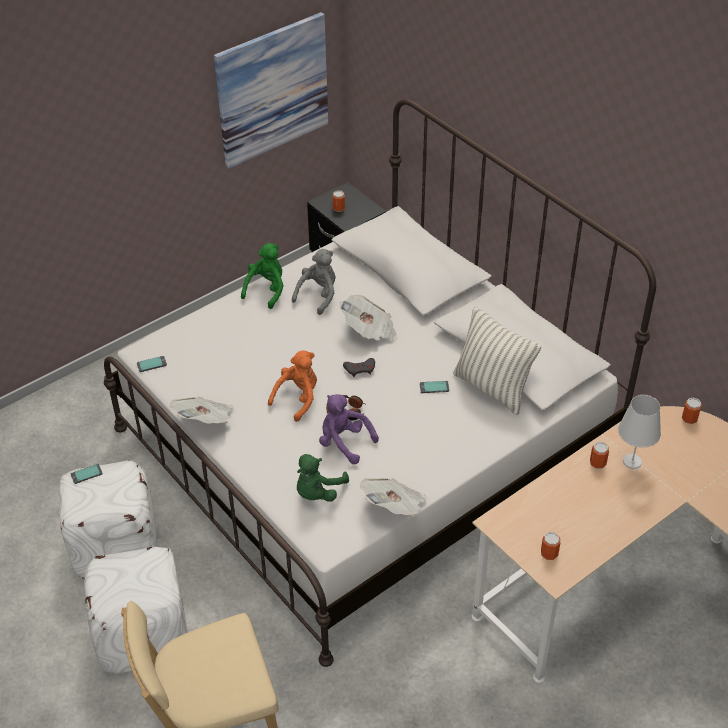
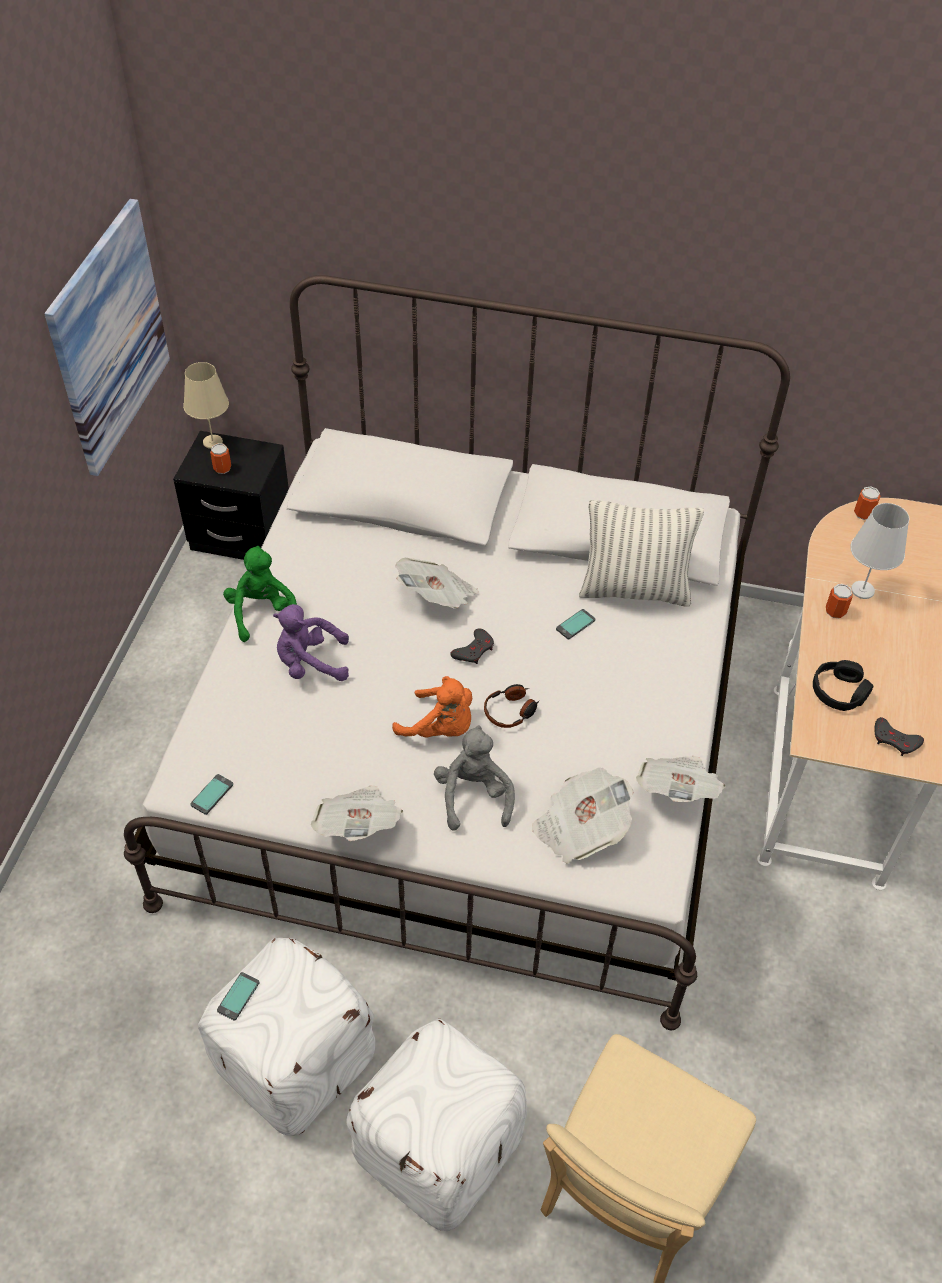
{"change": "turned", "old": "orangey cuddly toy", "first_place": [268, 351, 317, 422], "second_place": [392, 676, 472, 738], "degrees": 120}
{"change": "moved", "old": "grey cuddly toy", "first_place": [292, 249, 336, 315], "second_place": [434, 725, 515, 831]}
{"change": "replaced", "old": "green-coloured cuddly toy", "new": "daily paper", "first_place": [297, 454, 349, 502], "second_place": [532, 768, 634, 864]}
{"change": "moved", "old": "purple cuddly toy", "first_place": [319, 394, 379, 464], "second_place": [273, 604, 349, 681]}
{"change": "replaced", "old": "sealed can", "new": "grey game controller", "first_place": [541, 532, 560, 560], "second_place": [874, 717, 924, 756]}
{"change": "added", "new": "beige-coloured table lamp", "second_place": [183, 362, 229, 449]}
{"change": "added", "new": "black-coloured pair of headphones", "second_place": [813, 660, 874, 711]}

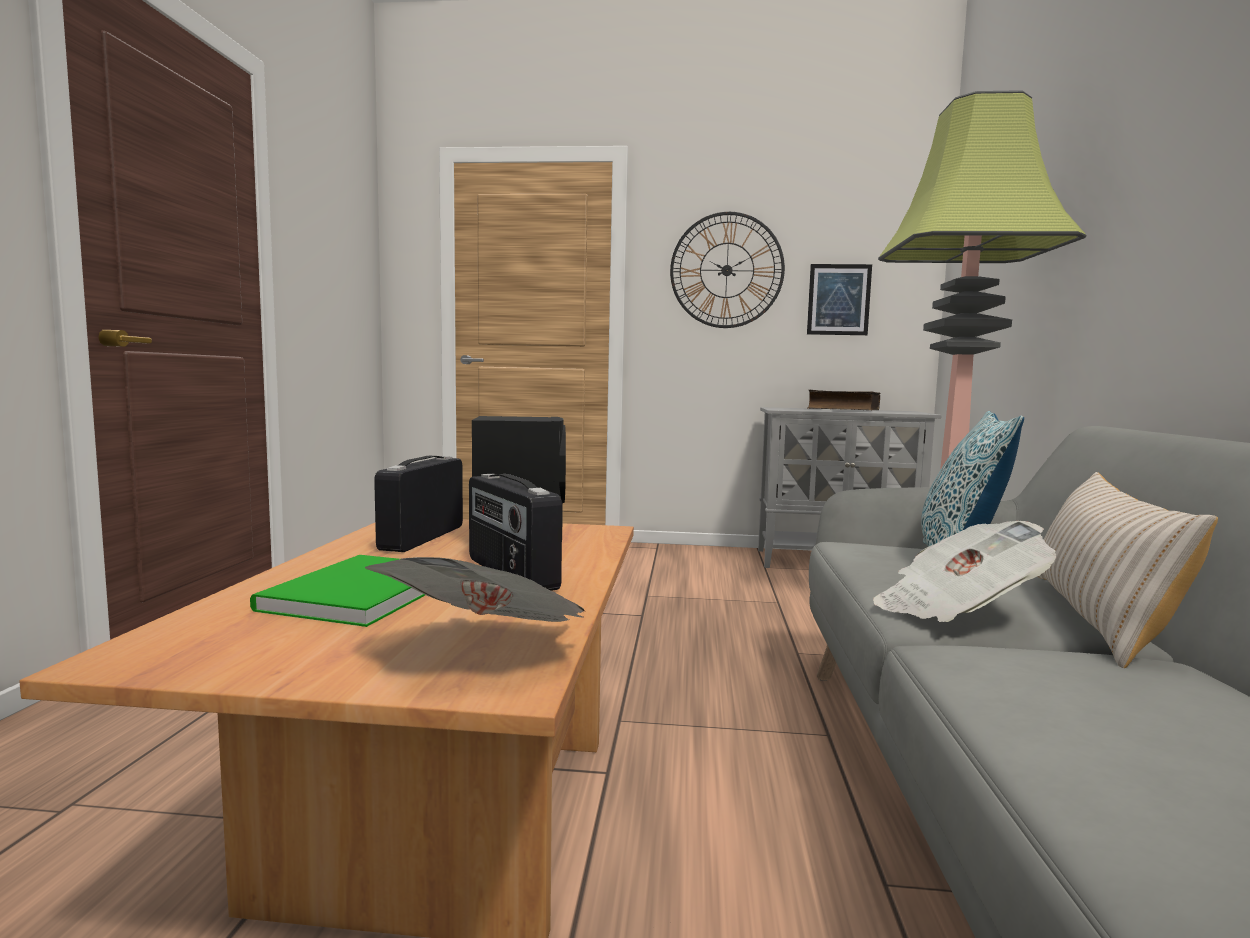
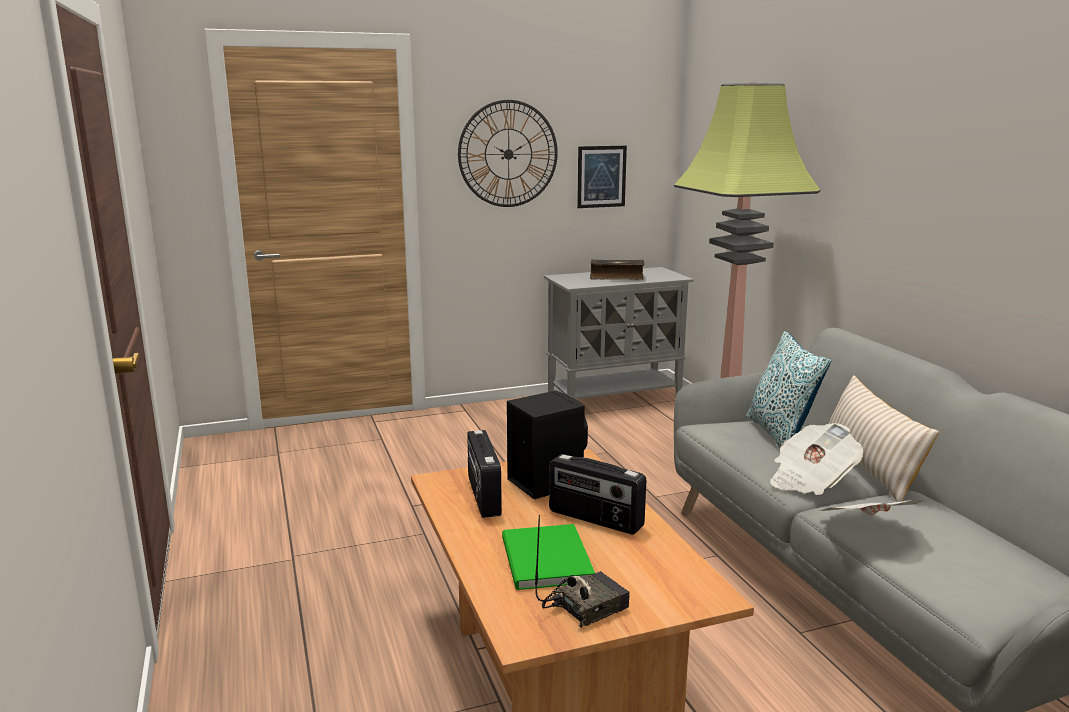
{"change": "moved", "old": "daily paper", "first_place": [365, 557, 585, 622], "second_place": [822, 500, 924, 516]}
{"change": "added", "new": "radio set", "second_place": [535, 515, 630, 628]}

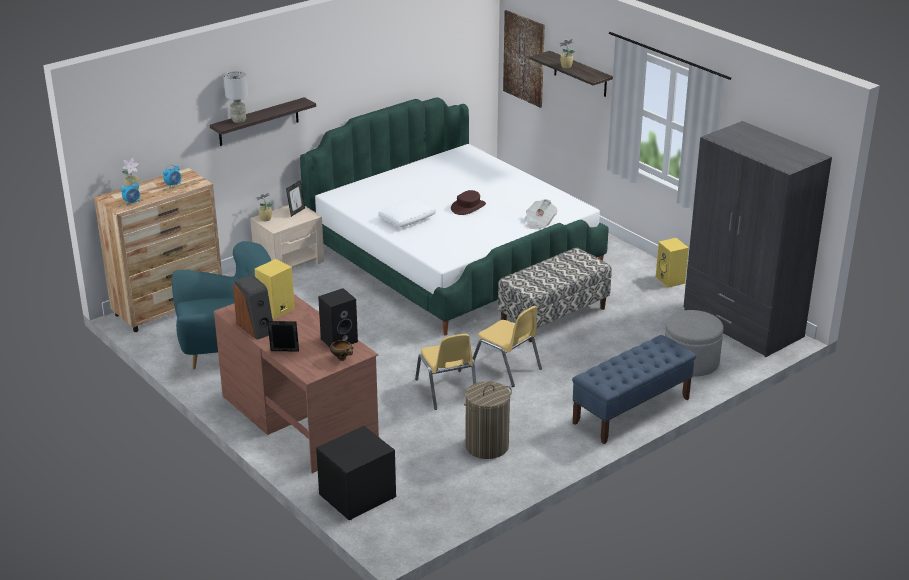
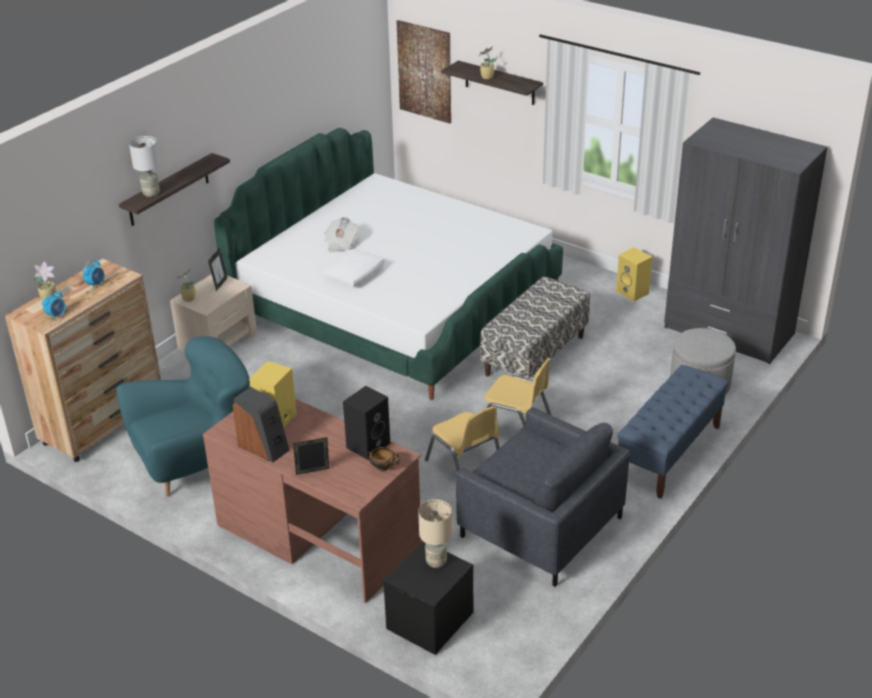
{"change": "removed", "old": "brownish hat", "first_place": [451, 190, 486, 215]}
{"change": "replaced", "old": "washing basket", "new": "grey lounge chair", "first_place": [464, 381, 512, 459], "second_place": [456, 407, 630, 587]}
{"change": "moved", "old": "daily paper", "first_place": [525, 199, 557, 229], "second_place": [325, 217, 359, 252]}
{"change": "added", "new": "beige-coloured table lamp", "second_place": [418, 499, 452, 568]}

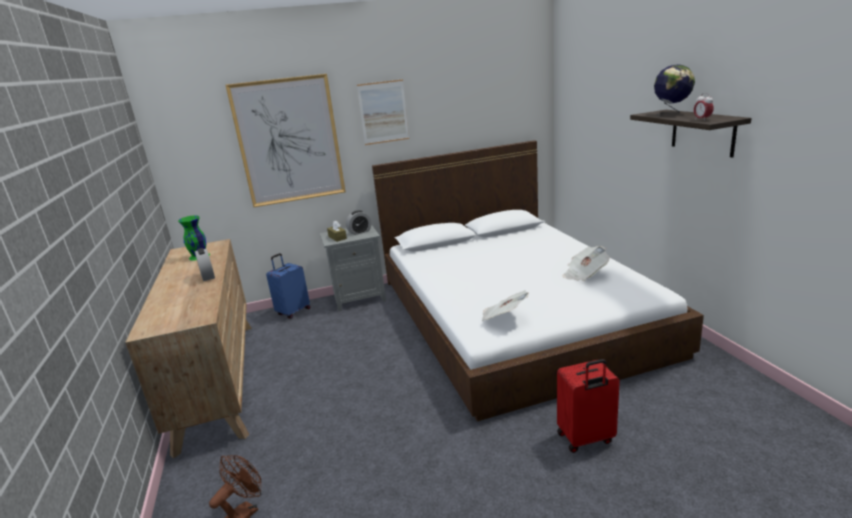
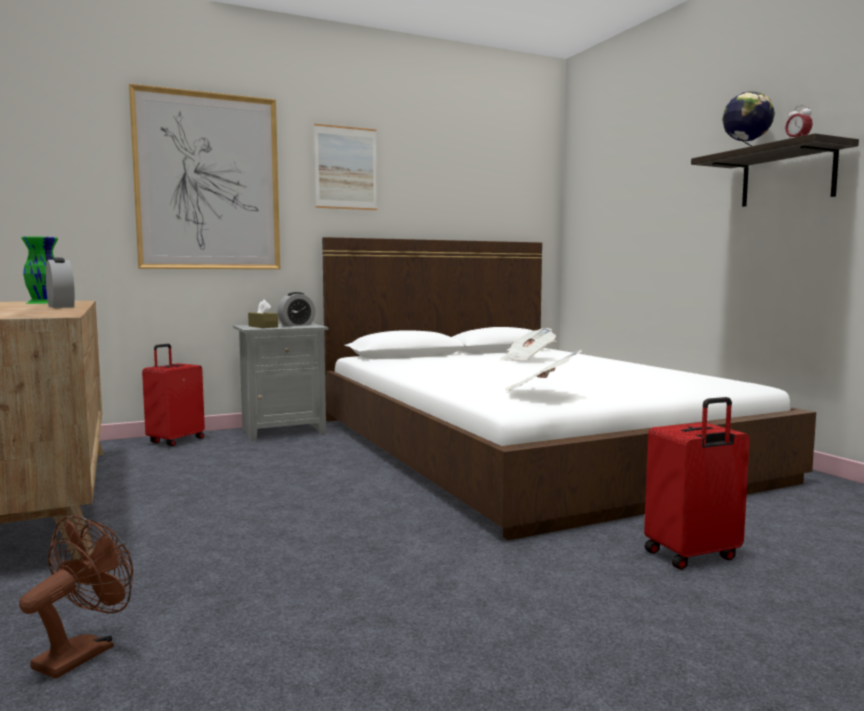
{"change": "recoloured", "old": "blue-coloured suitcase", "new": "red suitcase", "first_place": [266, 253, 310, 319], "second_place": [142, 344, 205, 446]}
{"change": "moved", "old": "daily paper", "first_place": [563, 246, 609, 281], "second_place": [501, 328, 556, 361]}

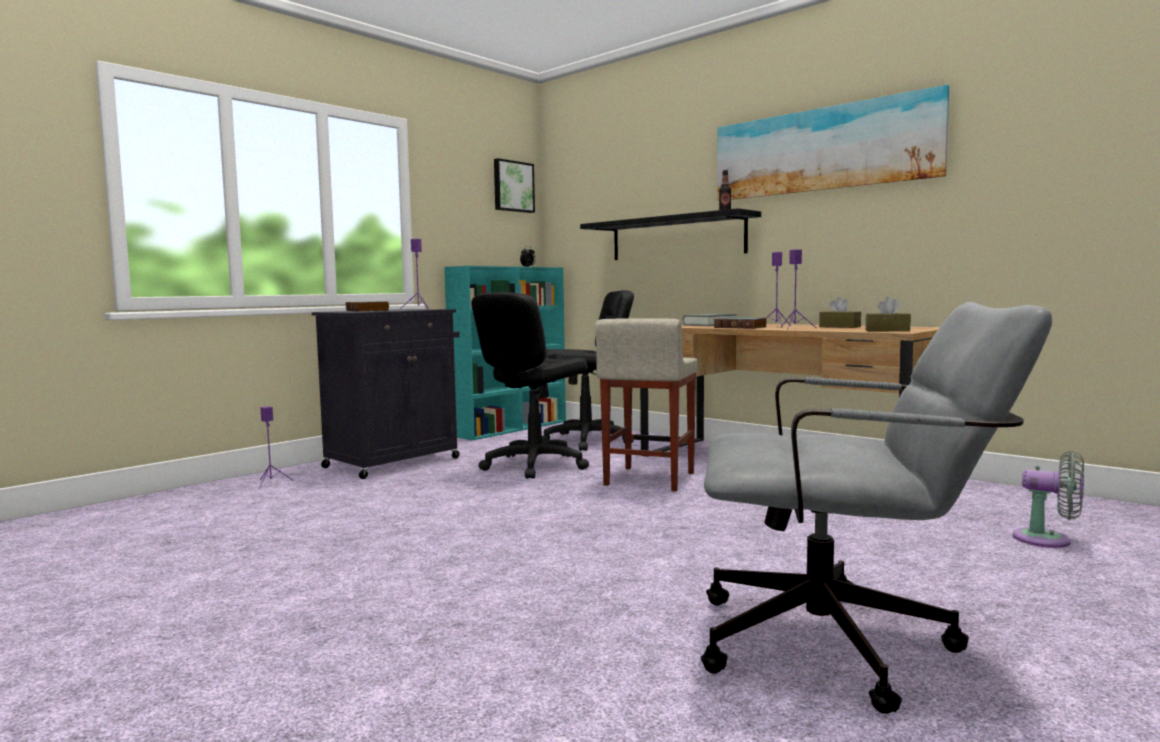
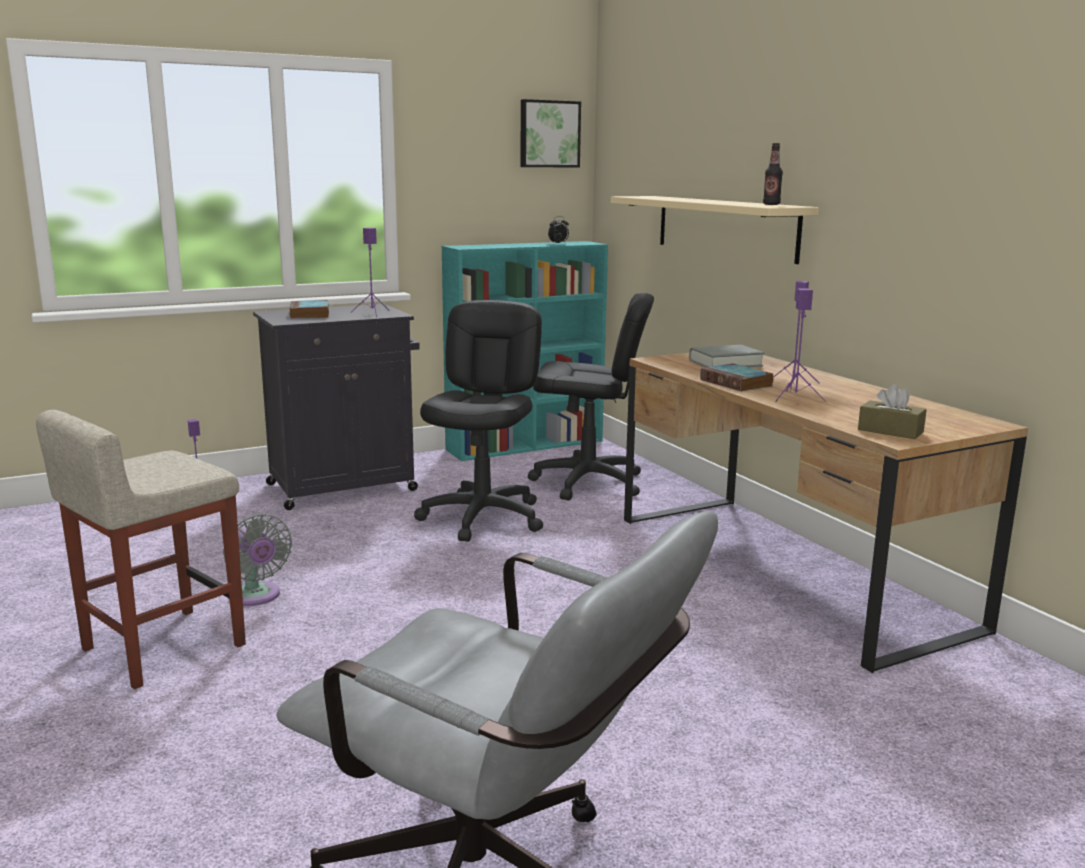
{"change": "turned", "old": "black-coloured computer chair", "first_place": [471, 292, 589, 479], "second_place": [414, 300, 543, 542], "degrees": 135}
{"change": "recoloured", "old": "black-coloured bracket shelf", "new": "beige-coloured bracket shelf", "first_place": [580, 208, 761, 260], "second_place": [611, 196, 819, 264]}
{"change": "moved", "old": "beige-coloured sitting stool", "first_place": [595, 318, 698, 492], "second_place": [36, 410, 246, 689]}
{"change": "removed", "old": "picture", "first_place": [717, 85, 949, 201]}
{"change": "removed", "old": "brownish tissue box", "first_place": [819, 297, 861, 328]}
{"change": "moved", "old": "grey fan", "first_place": [1013, 451, 1084, 548], "second_place": [223, 514, 292, 606]}

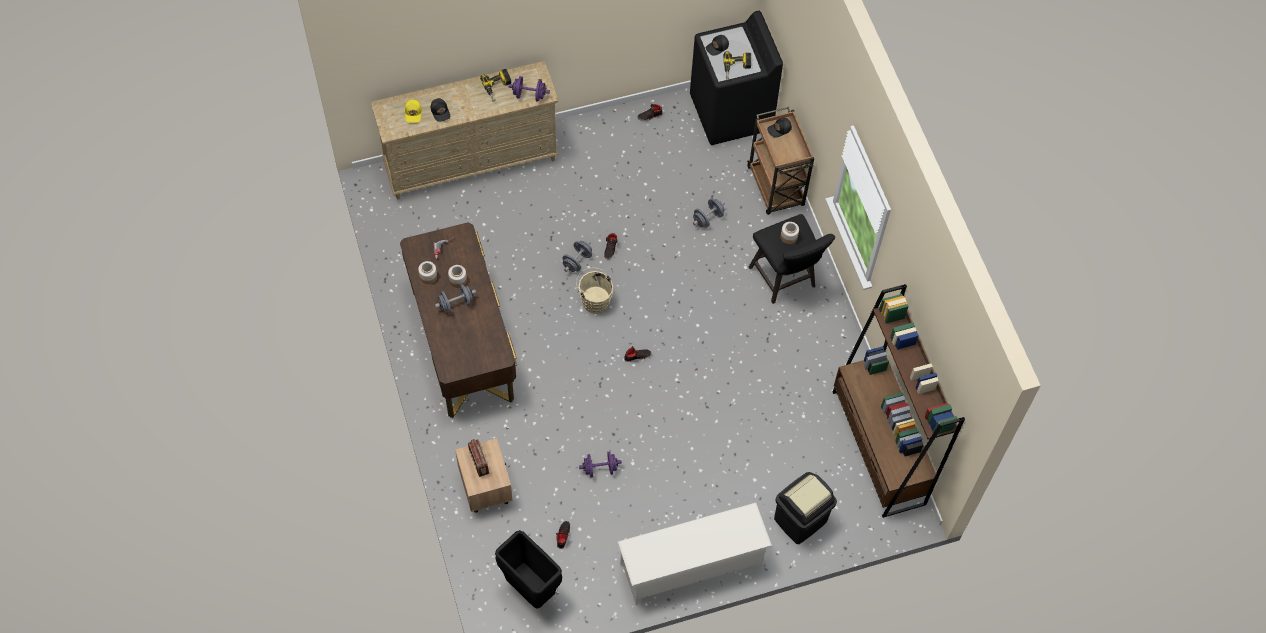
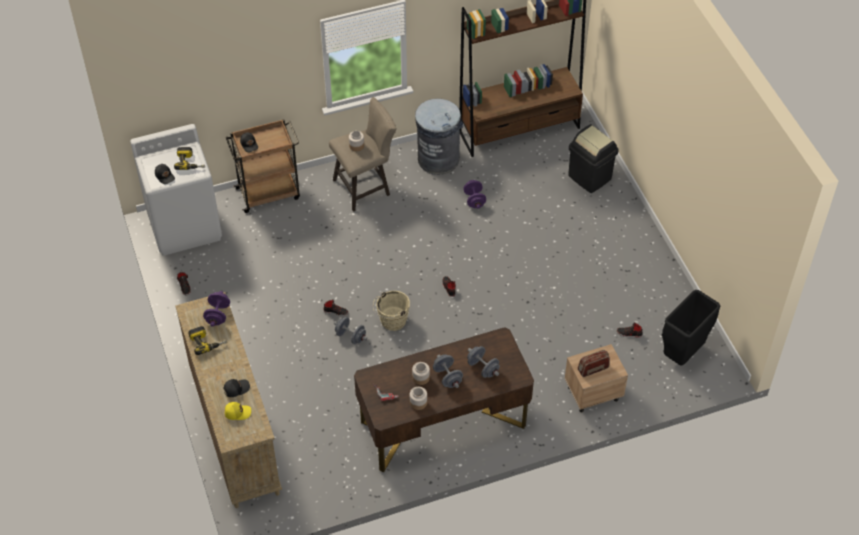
{"change": "moved", "old": "purple free weight", "first_place": [579, 451, 622, 477], "second_place": [463, 180, 486, 209]}
{"change": "removed", "old": "white-coloured shoe rack", "first_place": [618, 503, 772, 605]}
{"change": "recoloured", "old": "black-coloured washing machine", "new": "white-coloured washing machine", "first_place": [690, 11, 783, 145], "second_place": [130, 124, 222, 256]}
{"change": "moved", "old": "grey free weight", "first_place": [693, 199, 725, 228], "second_place": [467, 346, 500, 378]}
{"change": "recoloured", "old": "black-coloured sitting stool", "new": "beige-coloured sitting stool", "first_place": [749, 214, 835, 304], "second_place": [329, 97, 397, 212]}
{"change": "added", "new": "grey rubbish bin", "second_place": [415, 99, 463, 175]}

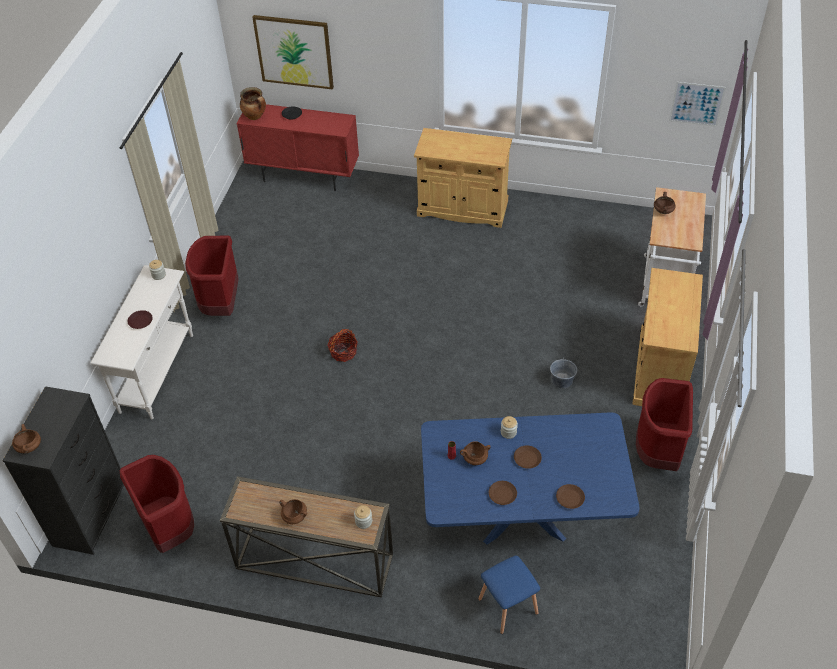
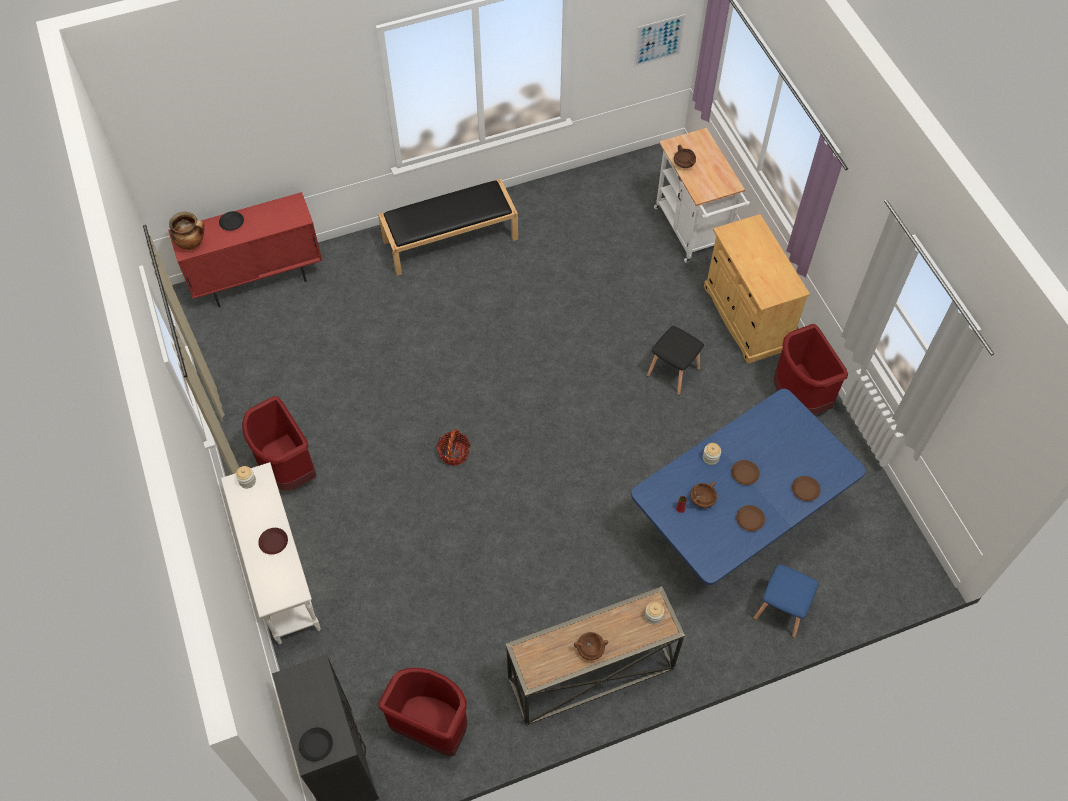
{"change": "replaced", "old": "brownish stockpot", "new": "black-coloured flat dish", "first_place": [12, 424, 41, 454], "second_place": [299, 727, 333, 762]}
{"change": "removed", "old": "picture", "first_place": [252, 15, 334, 89]}
{"change": "replaced", "old": "beige-coloured cabinet", "new": "black-coloured long seat", "first_place": [414, 128, 512, 228], "second_place": [378, 179, 518, 276]}
{"change": "replaced", "old": "grey pail", "new": "black-coloured sitting stool", "first_place": [550, 357, 577, 388], "second_place": [647, 326, 704, 395]}

